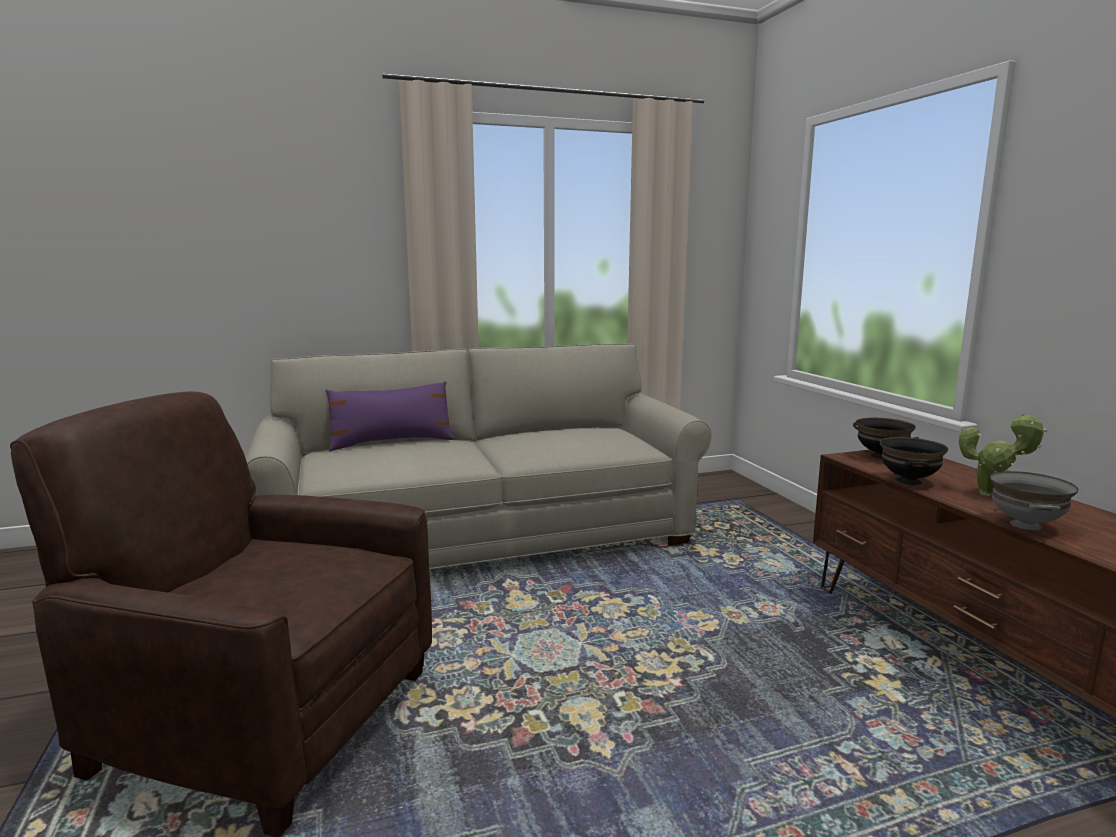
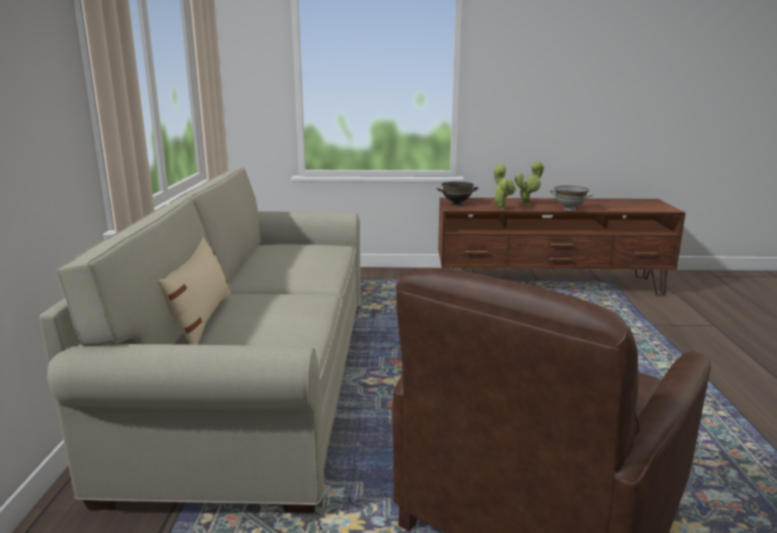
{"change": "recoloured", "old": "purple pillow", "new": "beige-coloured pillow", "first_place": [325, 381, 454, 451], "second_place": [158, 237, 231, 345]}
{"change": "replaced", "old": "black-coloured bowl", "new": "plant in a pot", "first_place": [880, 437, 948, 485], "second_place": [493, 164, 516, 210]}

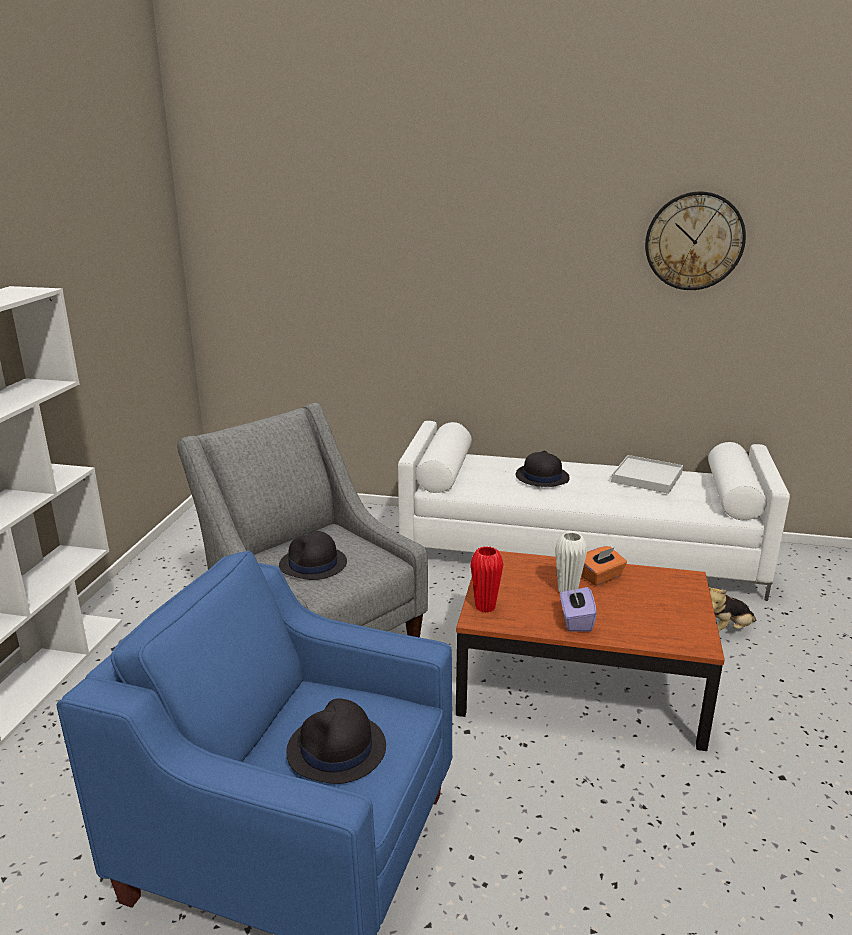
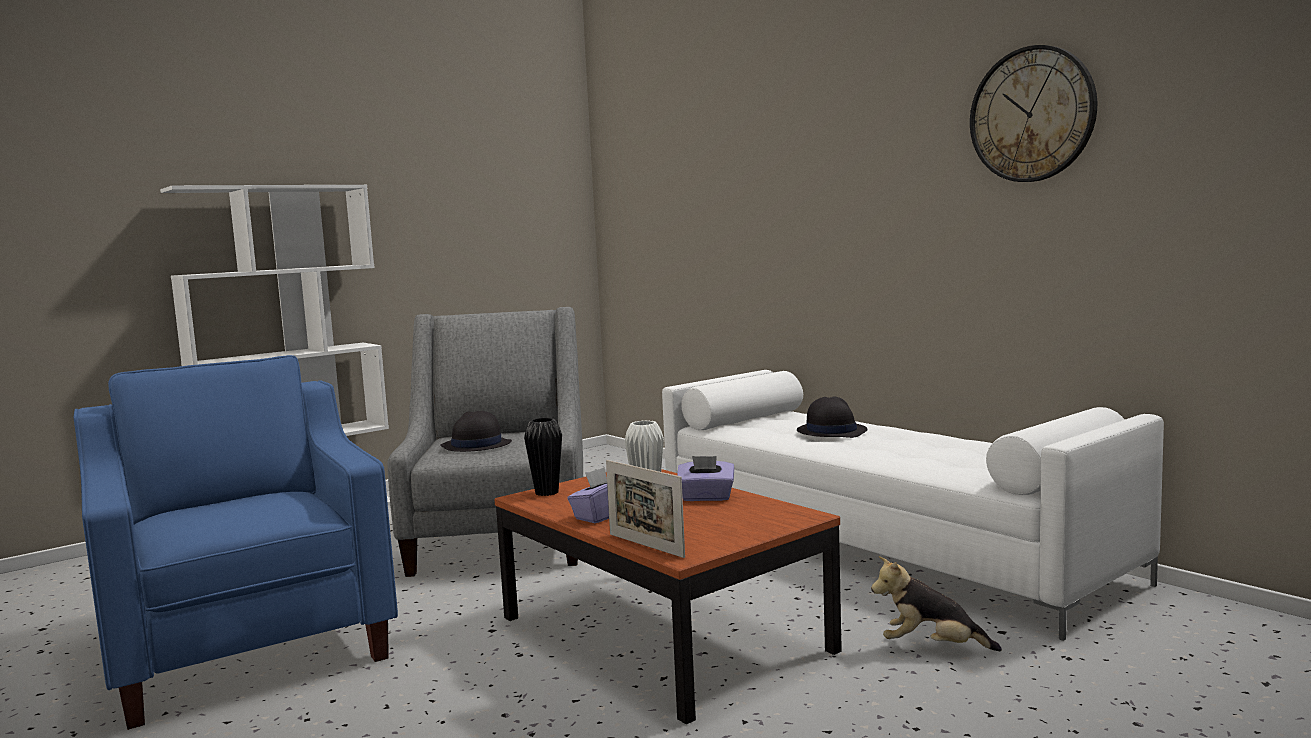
{"change": "removed", "old": "black-coloured hat", "first_place": [286, 698, 386, 784]}
{"change": "recoloured", "old": "red vase", "new": "black-coloured vase", "first_place": [470, 546, 503, 613], "second_place": [524, 418, 562, 496]}
{"change": "recoloured", "old": "orangey tissue box", "new": "purple tissue box", "first_place": [581, 546, 627, 586], "second_place": [677, 456, 734, 501]}
{"change": "removed", "old": "white-coloured serving tray", "first_place": [611, 455, 683, 494]}
{"change": "added", "new": "standing frame", "second_place": [606, 460, 685, 558]}

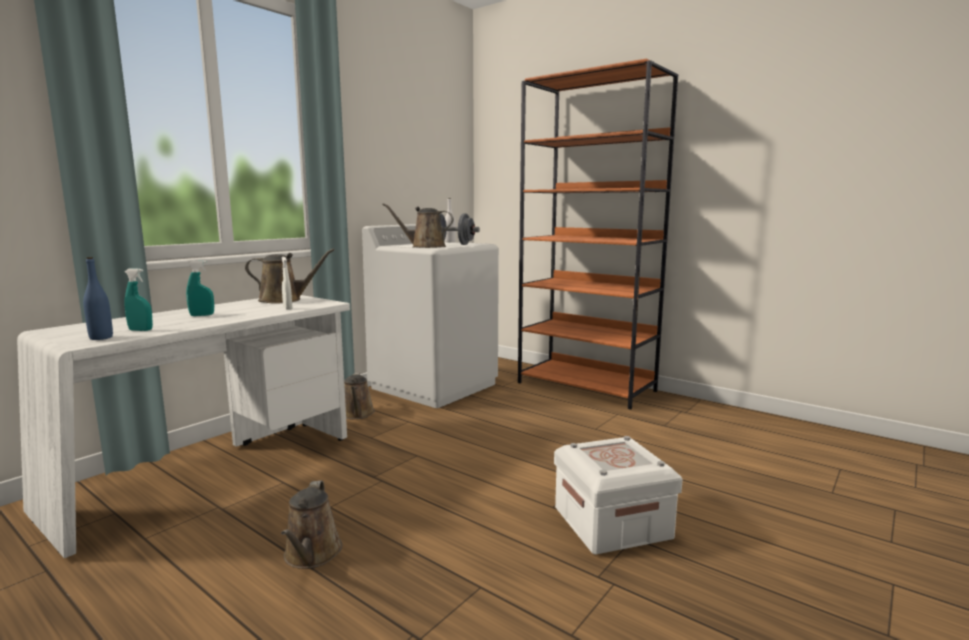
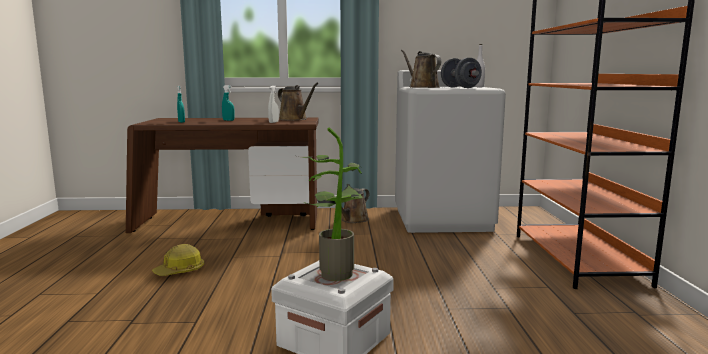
{"change": "recoloured", "old": "white-coloured desk", "new": "brownish desk", "first_place": [17, 295, 350, 558], "second_place": [126, 118, 319, 233]}
{"change": "removed", "old": "blue-coloured drink bottle", "first_place": [83, 257, 113, 340]}
{"change": "replaced", "old": "brownish watering pot", "new": "safety helmet", "first_place": [281, 480, 343, 569], "second_place": [152, 244, 204, 276]}
{"change": "added", "new": "plant in a pot", "second_place": [301, 127, 363, 281]}

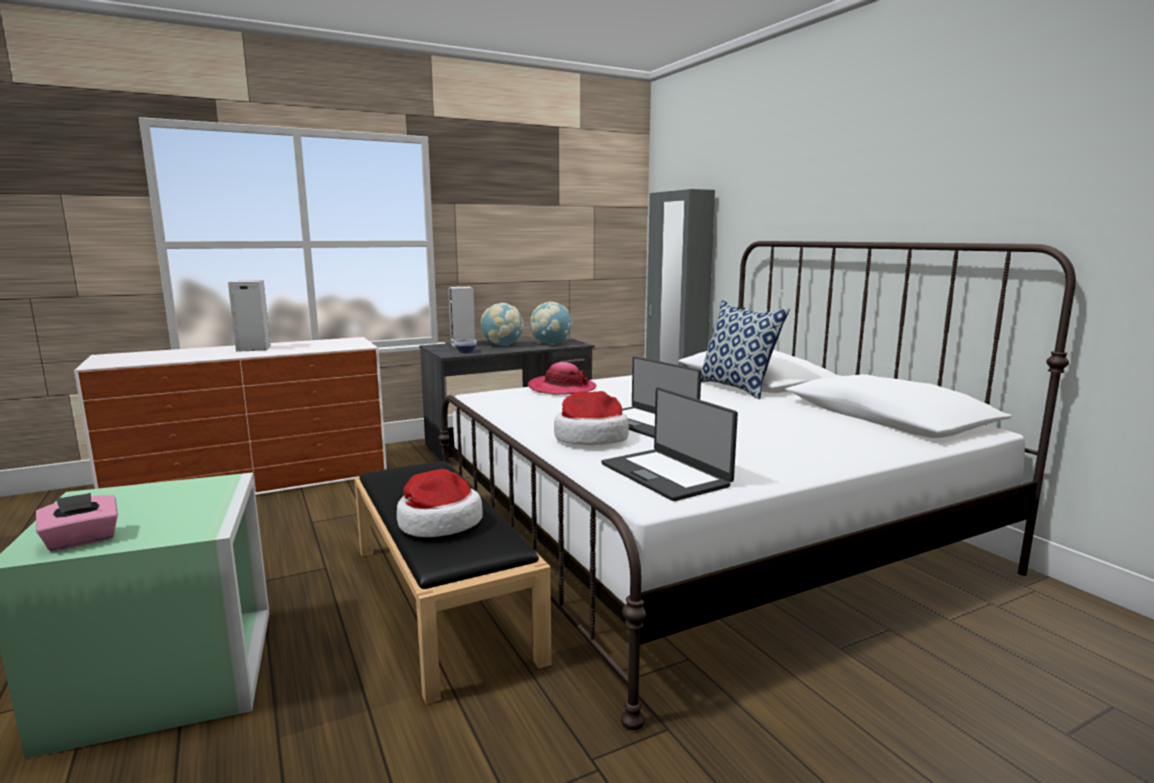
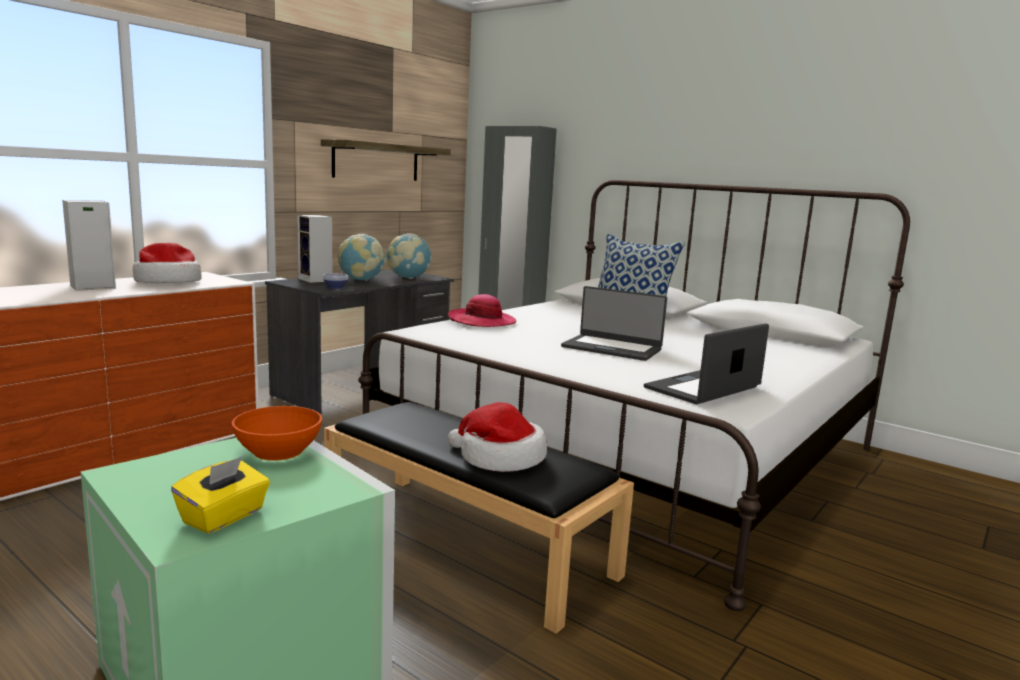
{"change": "recoloured", "old": "pink tissue box", "new": "yellow tissue box", "first_place": [36, 493, 118, 552], "second_place": [171, 456, 270, 534]}
{"change": "moved", "old": "hat", "first_place": [554, 391, 629, 445], "second_place": [133, 243, 202, 283]}
{"change": "turned", "old": "laptop", "first_place": [601, 387, 738, 501], "second_place": [644, 323, 769, 404], "degrees": 105}
{"change": "added", "new": "orangey bowl", "second_place": [232, 406, 322, 461]}
{"change": "added", "new": "bracket shelf", "second_place": [321, 139, 451, 181]}

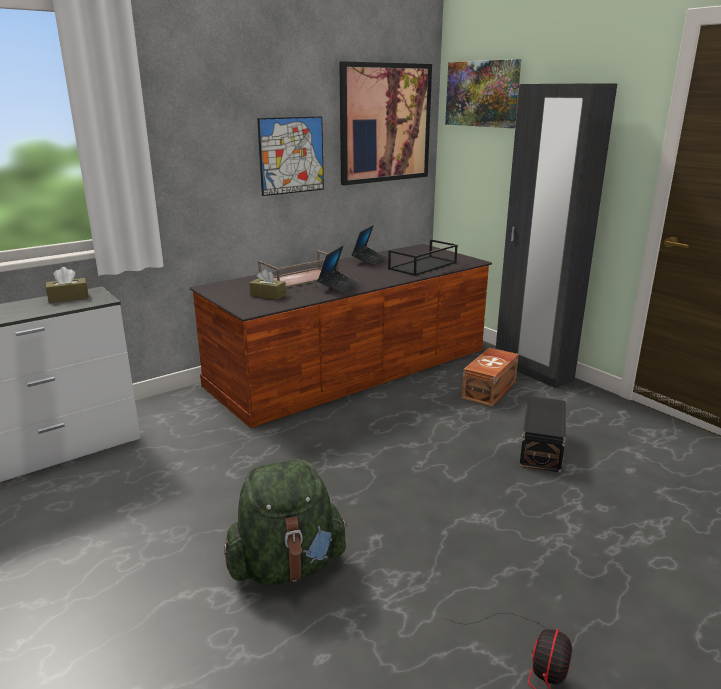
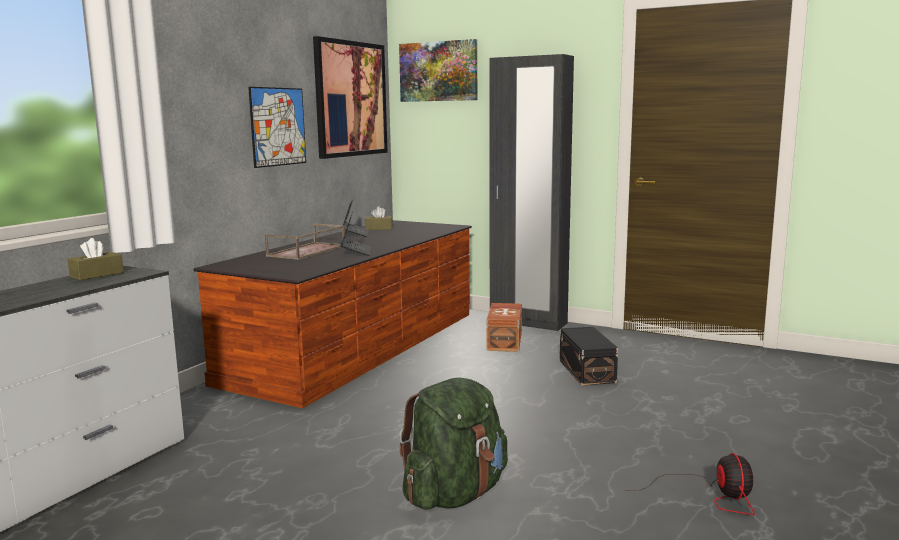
{"change": "moved", "old": "brownish tissue box", "first_place": [249, 269, 286, 300], "second_place": [365, 206, 393, 230]}
{"change": "removed", "old": "black-coloured serving tray", "first_place": [388, 239, 458, 276]}

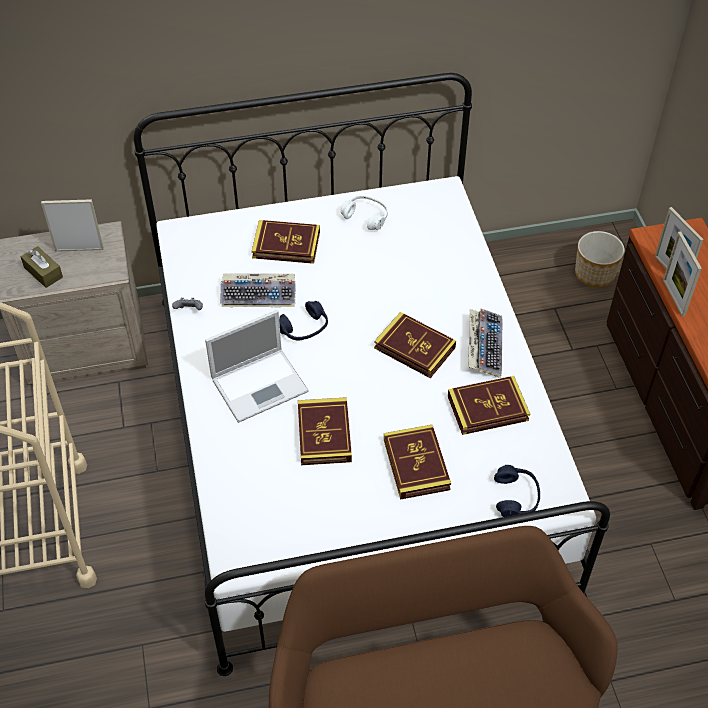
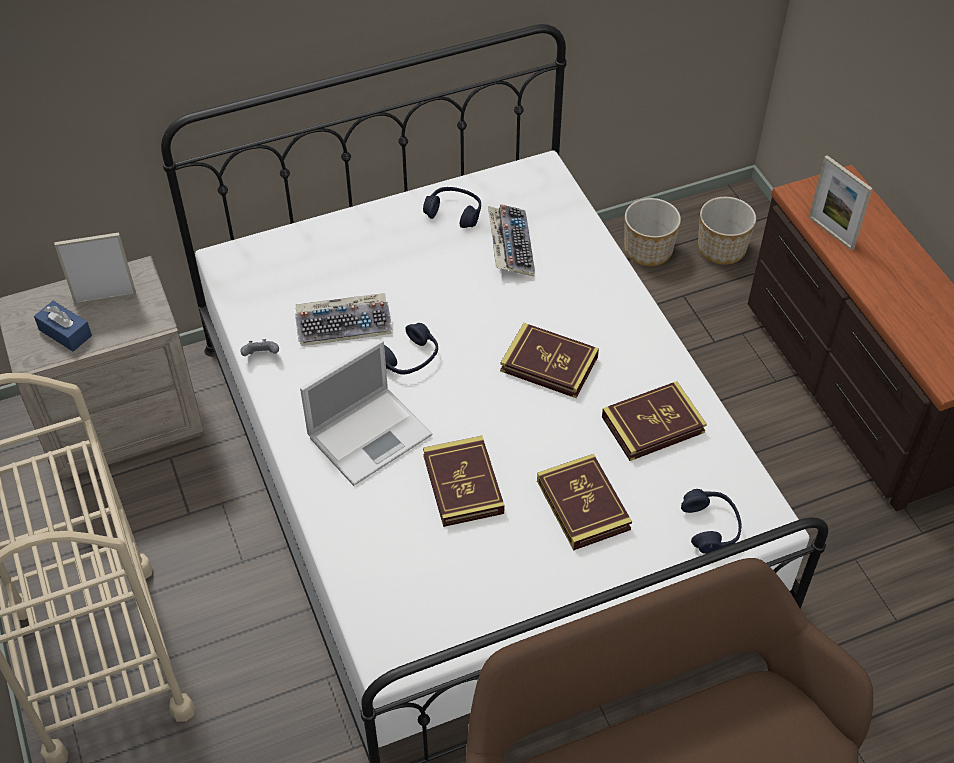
{"change": "recoloured", "old": "brownish tissue box", "new": "blue-coloured tissue box", "first_place": [21, 246, 63, 288], "second_place": [34, 301, 92, 352]}
{"change": "removed", "old": "book", "first_place": [252, 220, 320, 264]}
{"change": "recoloured", "old": "white-coloured pair of headphones", "new": "blue-coloured pair of headphones", "first_place": [341, 195, 388, 230], "second_place": [423, 187, 481, 228]}
{"change": "moved", "old": "keyboard", "first_place": [468, 308, 502, 378], "second_place": [488, 204, 535, 277]}
{"change": "removed", "old": "standing frame", "first_place": [663, 231, 702, 317]}
{"change": "added", "new": "plant pot", "second_place": [624, 198, 681, 266]}

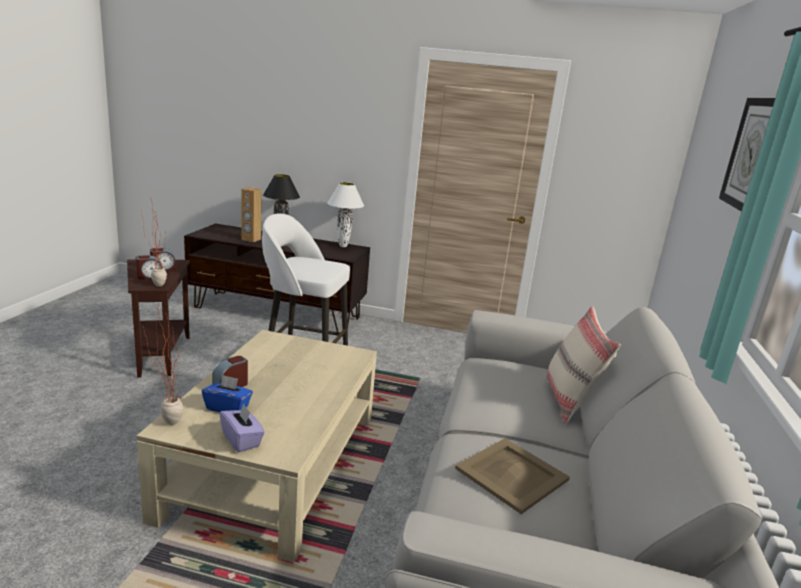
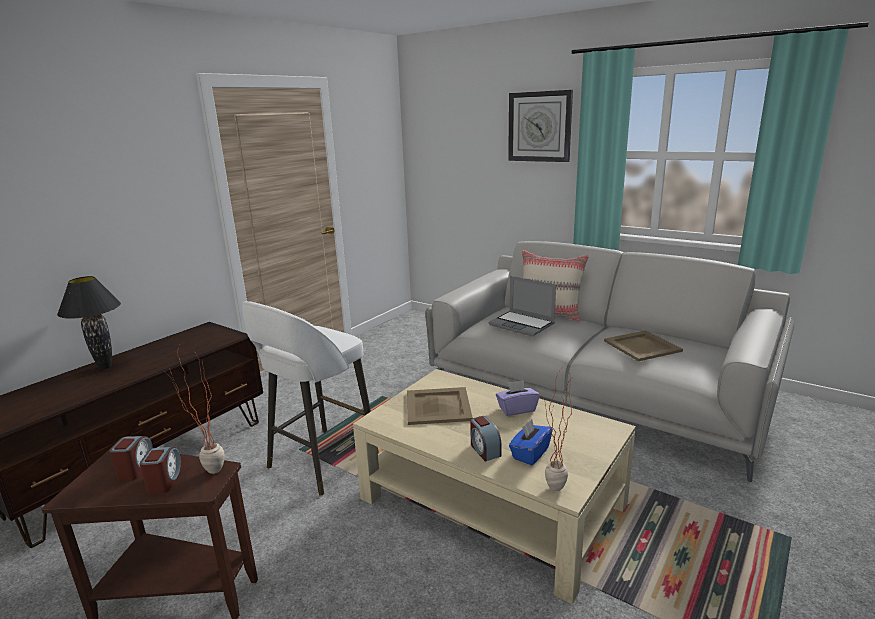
{"change": "moved", "old": "purple tissue box", "first_place": [219, 403, 265, 452], "second_place": [496, 380, 540, 416]}
{"change": "removed", "old": "brownish audio speaker", "first_place": [241, 187, 261, 242]}
{"change": "removed", "old": "white-coloured table lamp", "first_place": [327, 182, 364, 247]}
{"change": "added", "new": "beige-coloured serving tray", "second_place": [407, 387, 473, 425]}
{"change": "added", "new": "laptop", "second_place": [489, 276, 556, 337]}

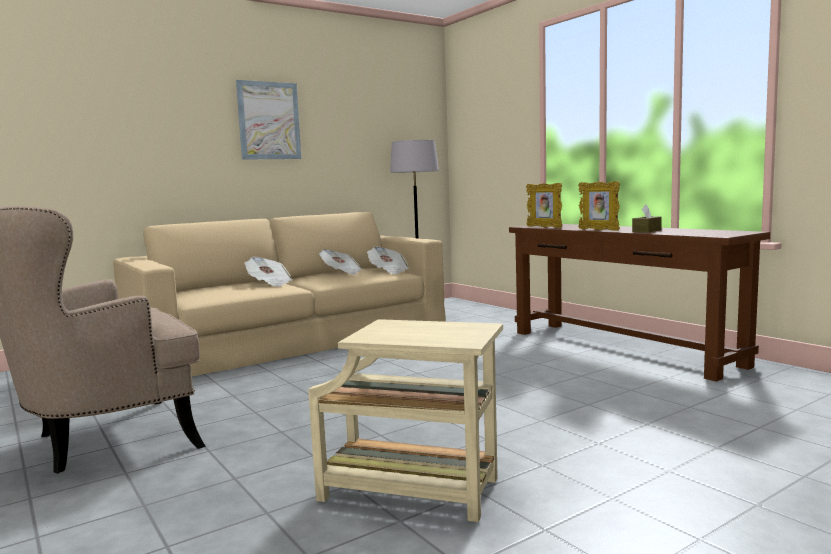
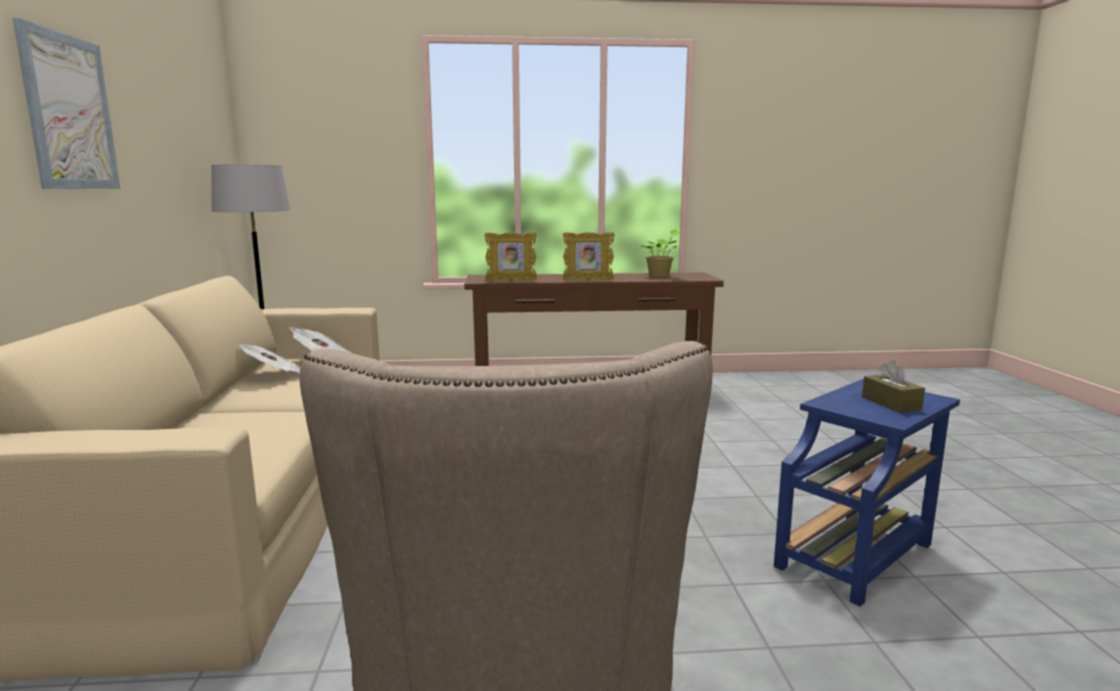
{"change": "removed", "old": "daily paper", "first_place": [244, 257, 293, 287]}
{"change": "recoloured", "old": "beige-coloured accent table", "new": "blue-coloured accent table", "first_place": [308, 319, 503, 522], "second_place": [774, 379, 960, 607]}
{"change": "moved", "old": "brownish tissue box", "first_place": [632, 204, 662, 233], "second_place": [862, 360, 925, 413]}
{"change": "added", "new": "plant in a pot", "second_place": [642, 229, 682, 278]}

